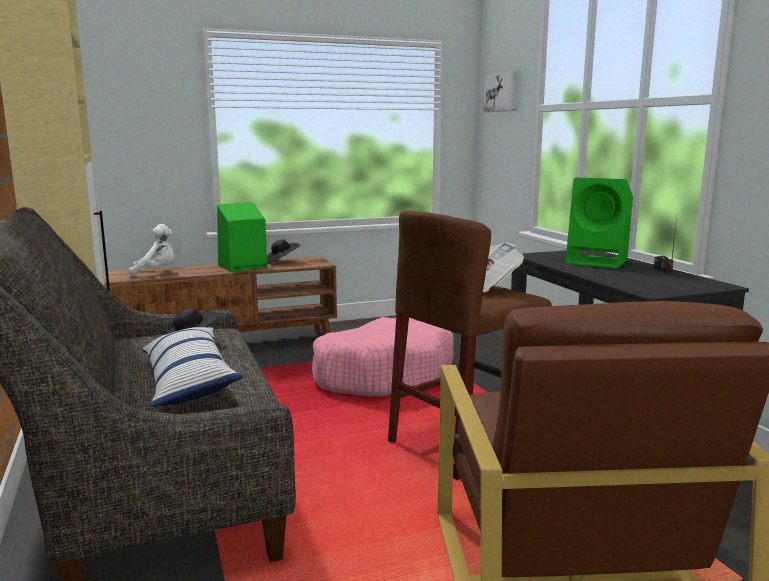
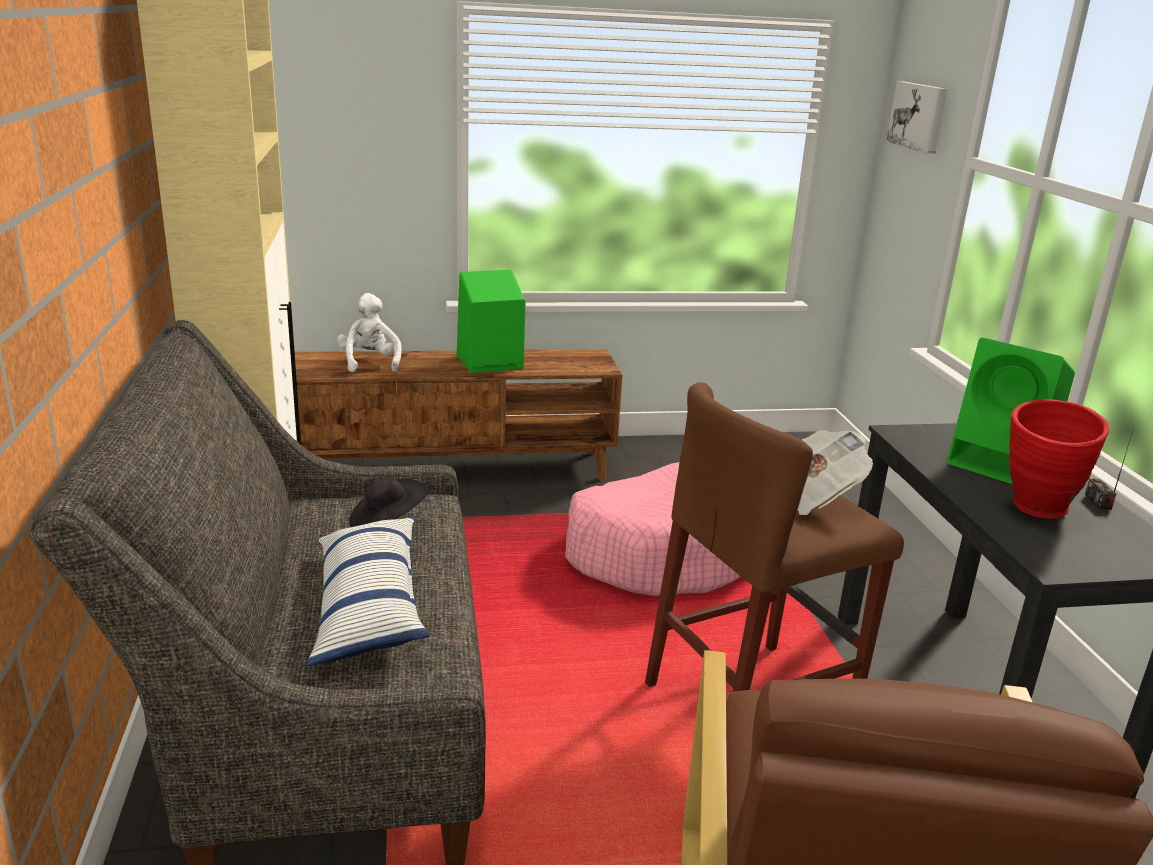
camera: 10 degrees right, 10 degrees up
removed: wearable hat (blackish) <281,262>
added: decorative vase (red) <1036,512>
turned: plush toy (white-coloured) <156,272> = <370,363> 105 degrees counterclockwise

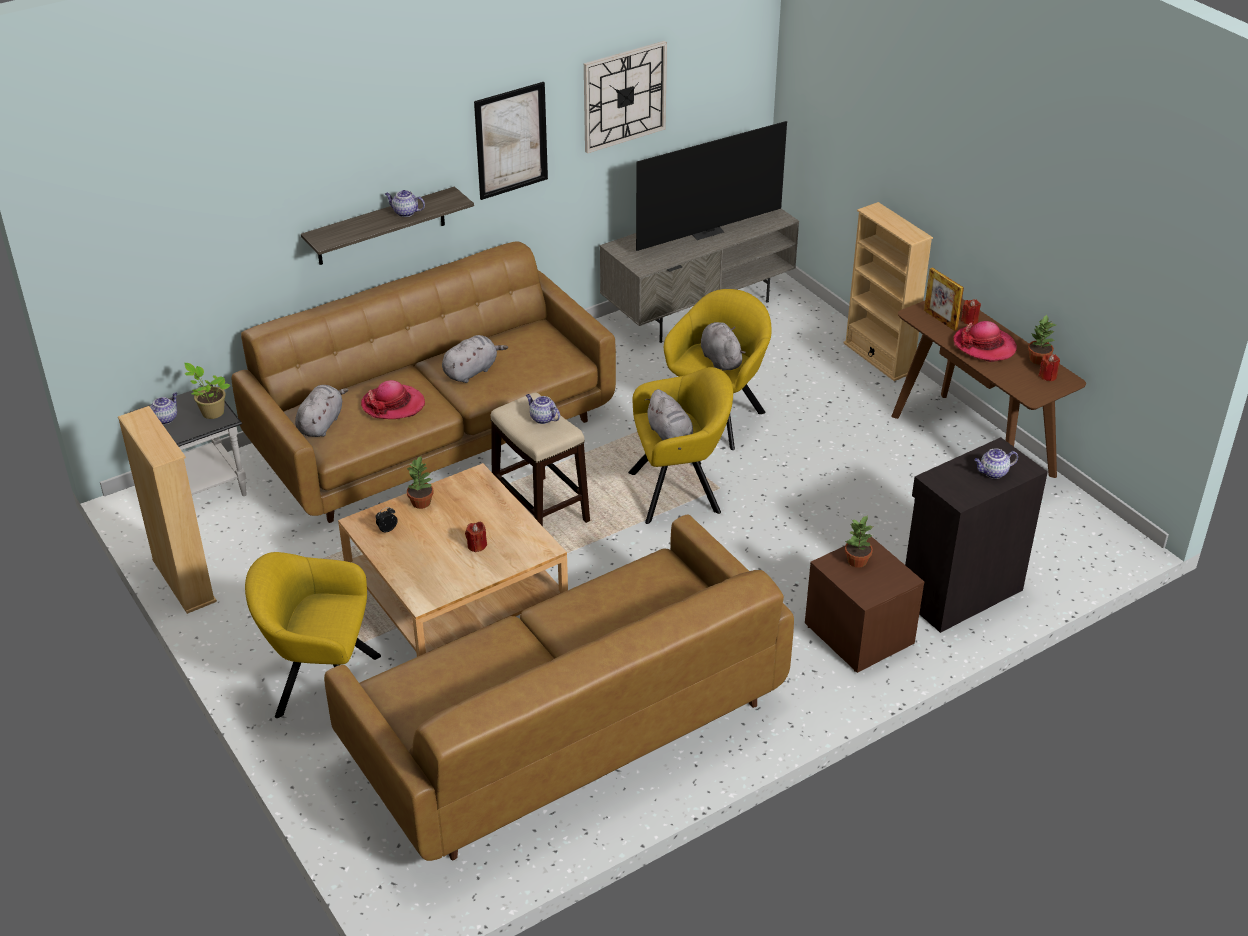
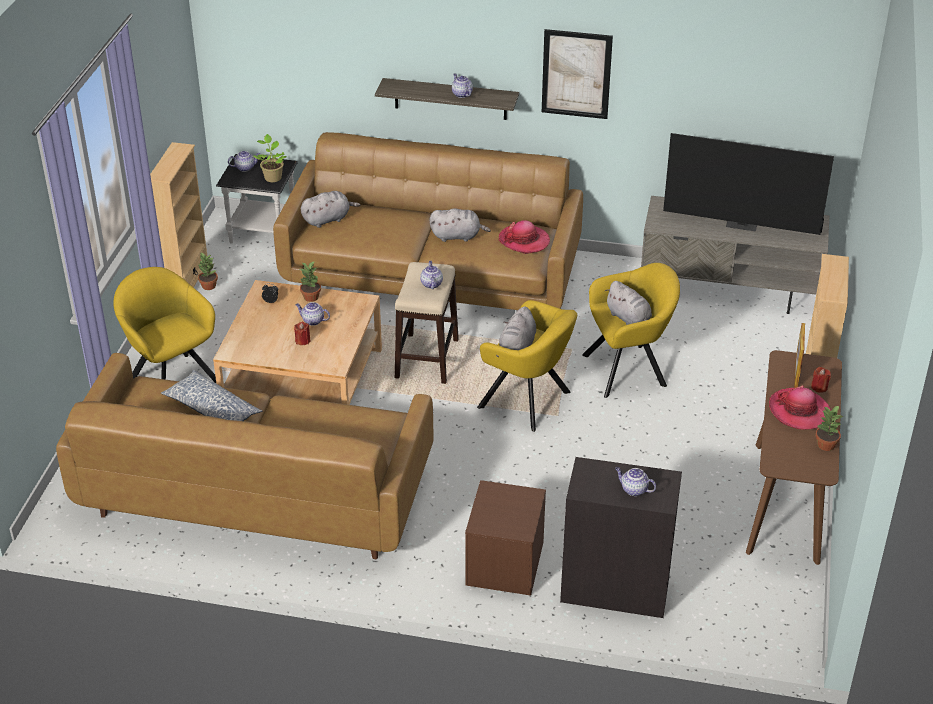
camera: 45 degrees right, 0 degrees up
removed: clock on the wall <624,96>; candle (red) <1047,376>
added: cushion <212,410>; teapot <312,321>
moved: wearable hat <393,405> to <524,241>; potted plant <856,561> to <208,286>
turned: plush toy (grey) <720,359> = <629,319> 120 degrees clockwise

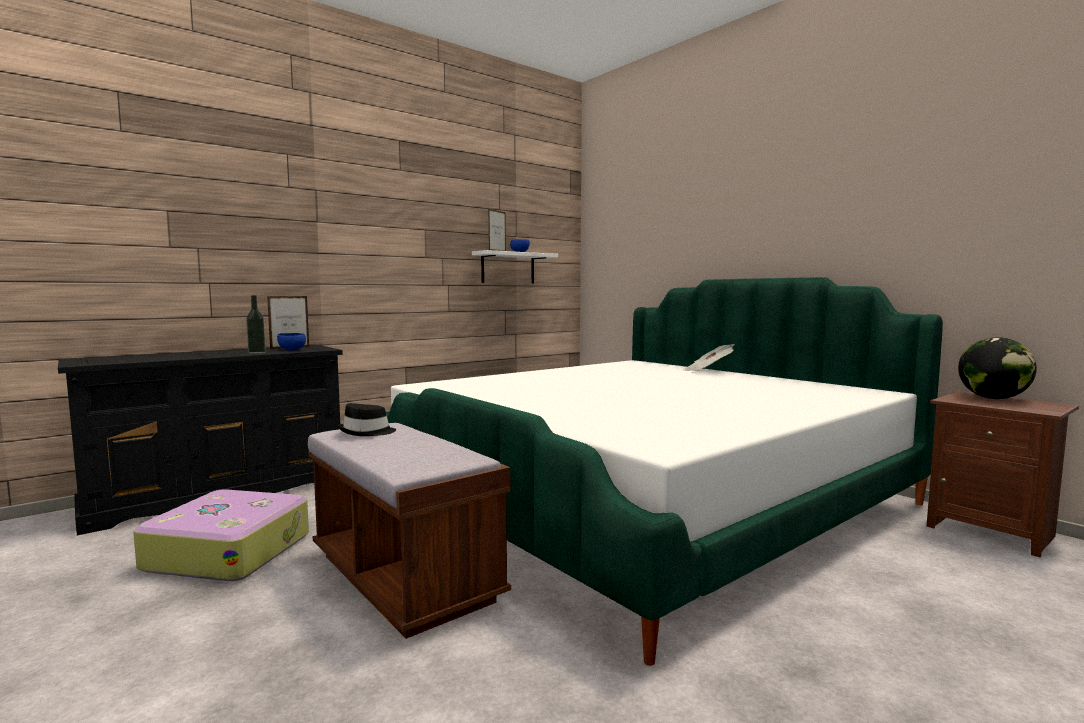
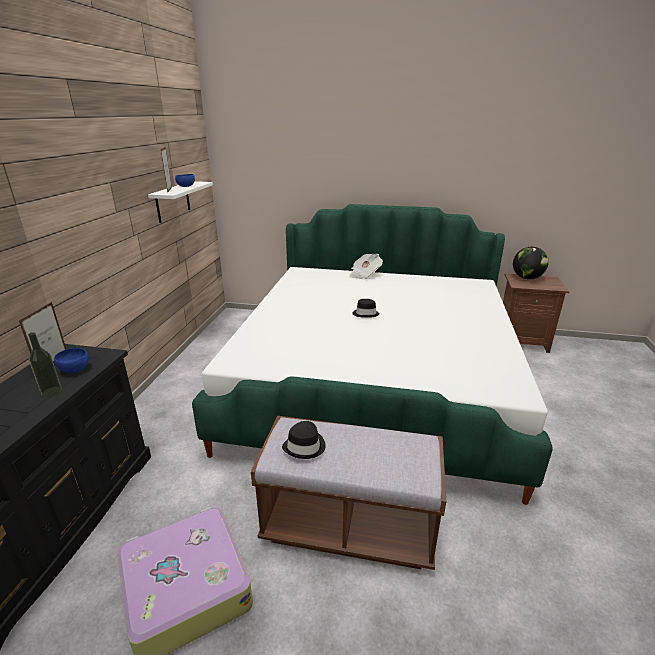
camera: 40 degrees left, 20 degrees up
added: wearable hat (blackish) <365,314>

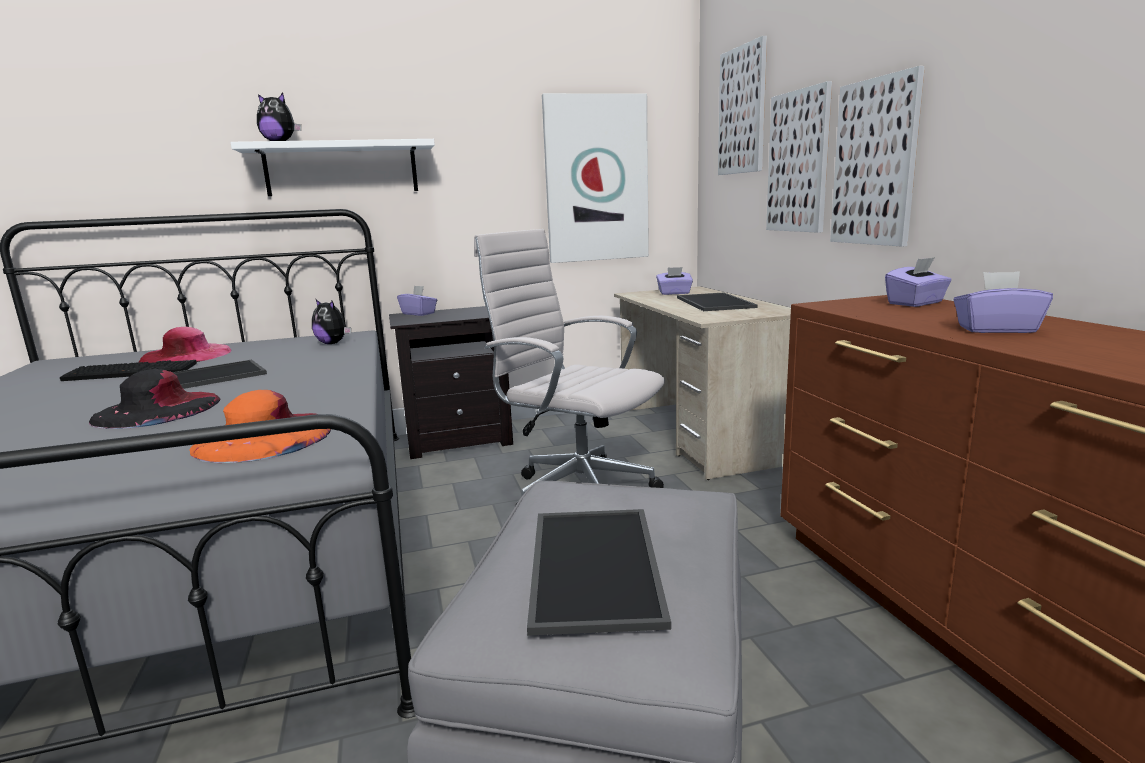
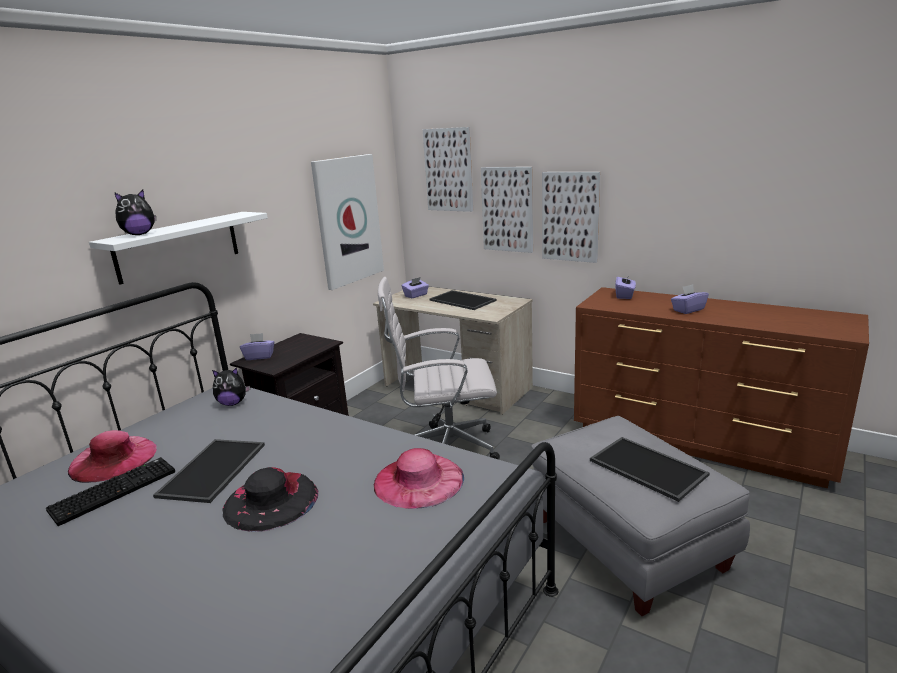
camera: 40 degrees left, 5 degrees up
recoloured: wearable hat (orange-coloured) <264,437> to wearable hat (pink) <418,480>

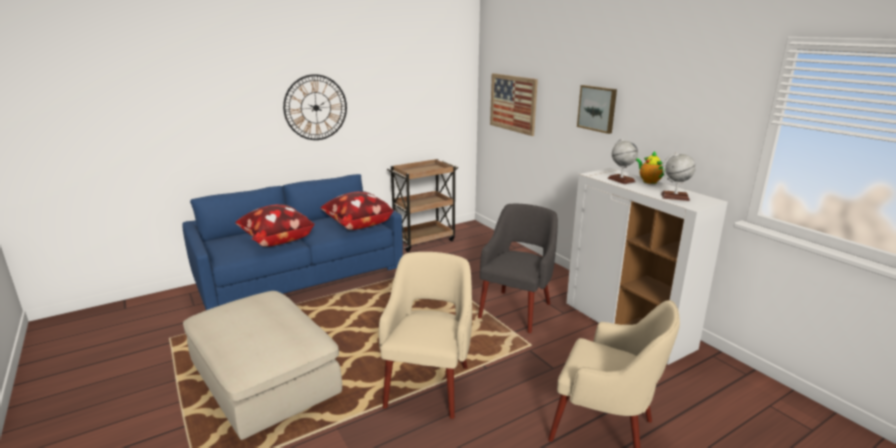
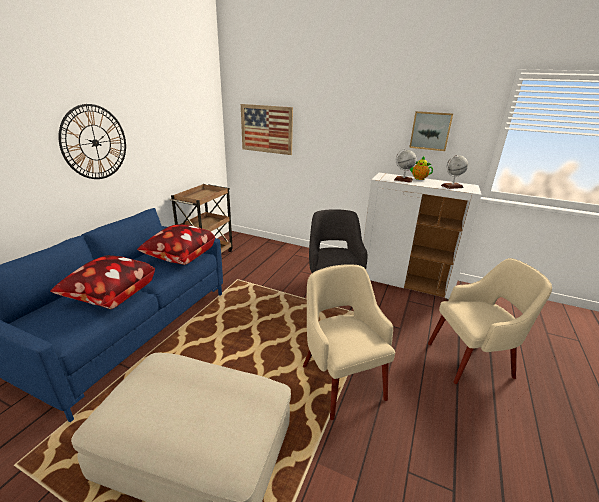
camera: 35 degrees left, 5 degrees up
moved: wall art <597,108> to <430,131>

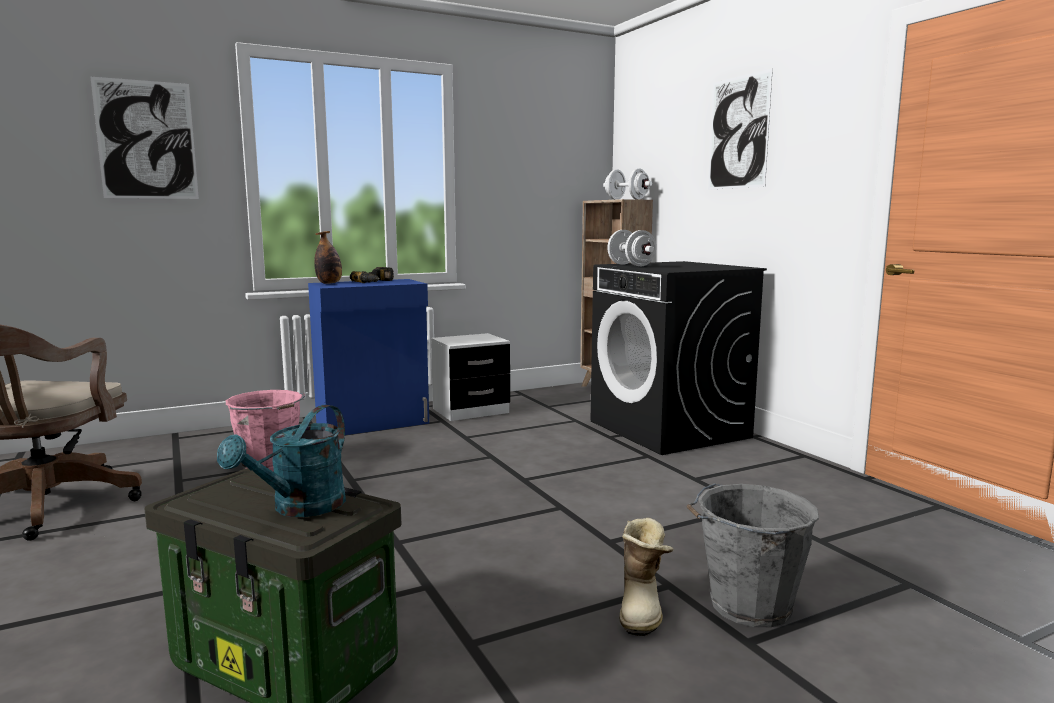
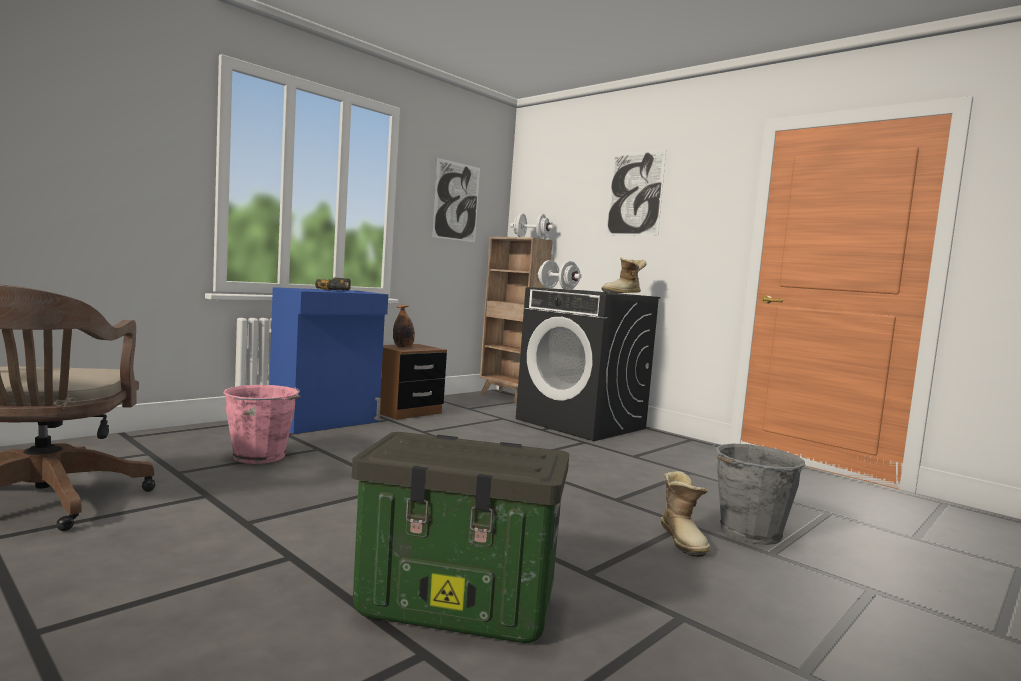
camera: 20 degrees left, 5 degrees down
removed: watering pot (blue-green) <300,508>
added: boot <623,294>
moved: wall art <146,140> to <456,201>; bottle <329,283> to <403,347>
recoloured: night table (white-coloured) <471,411> to night table (brown) <406,412>

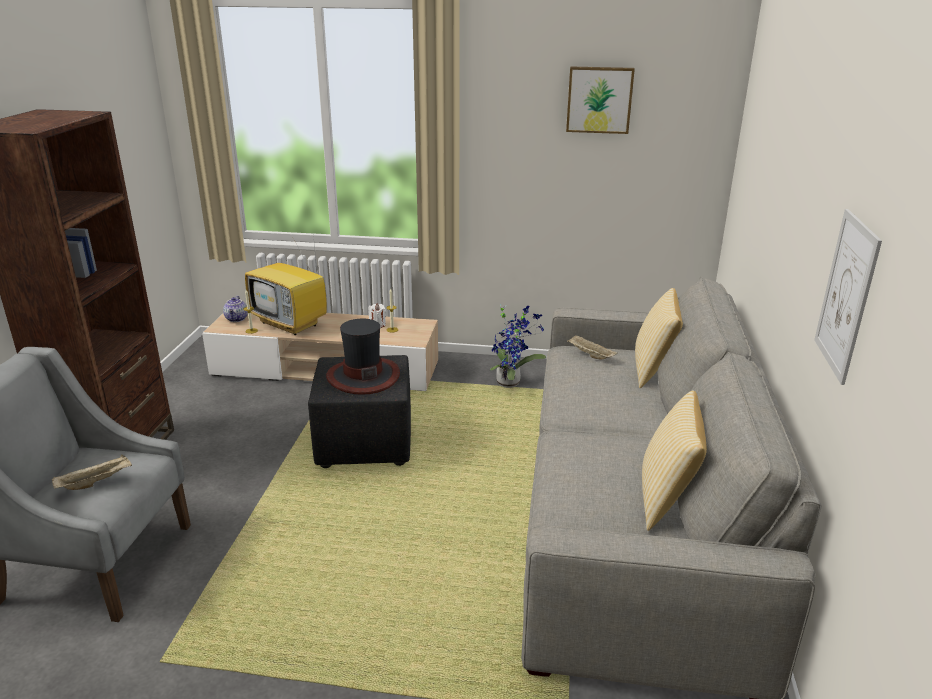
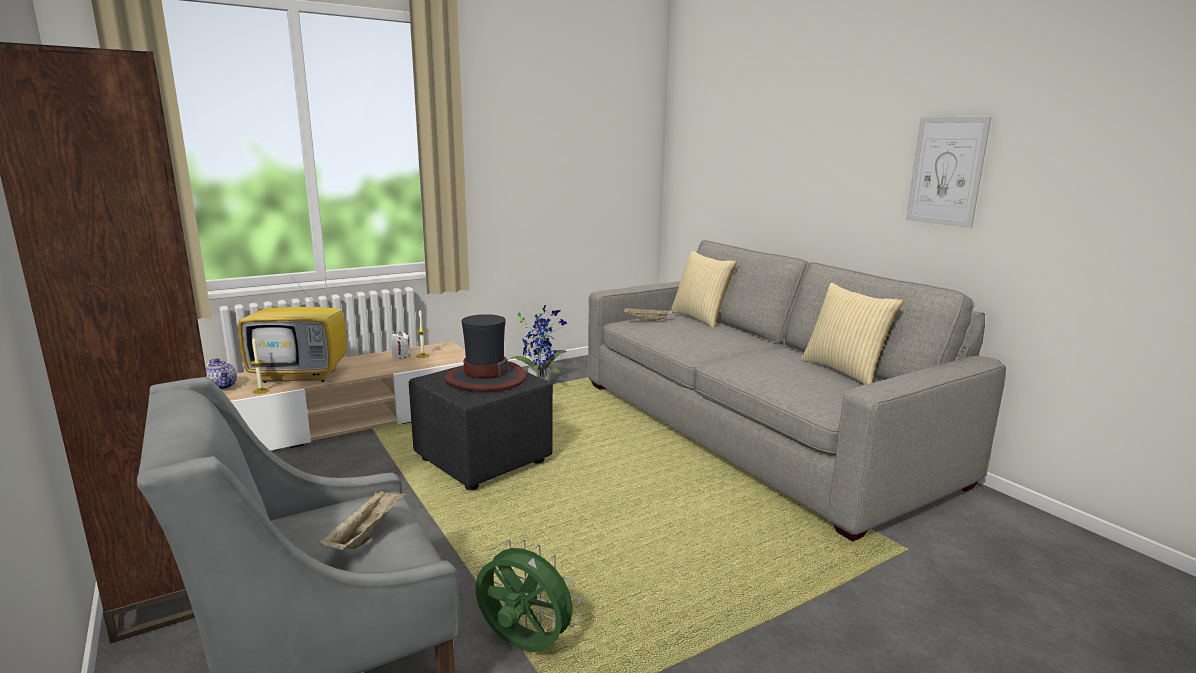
camera: 40 degrees left, 10 degrees down
removed: wall art <599,99>
added: electric fan (green-coloured) <523,647>

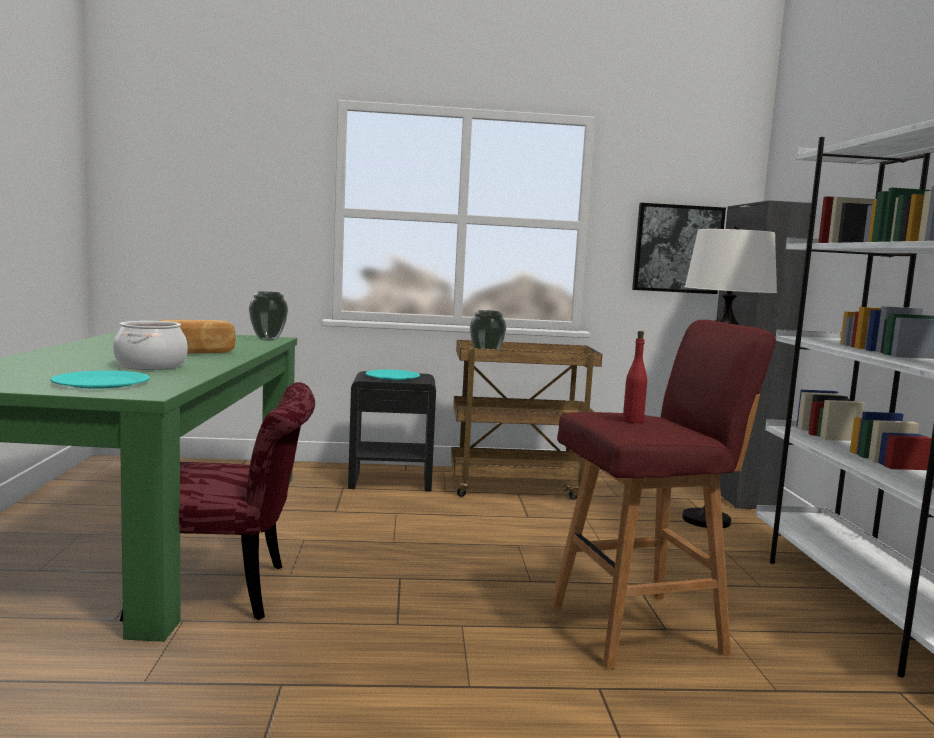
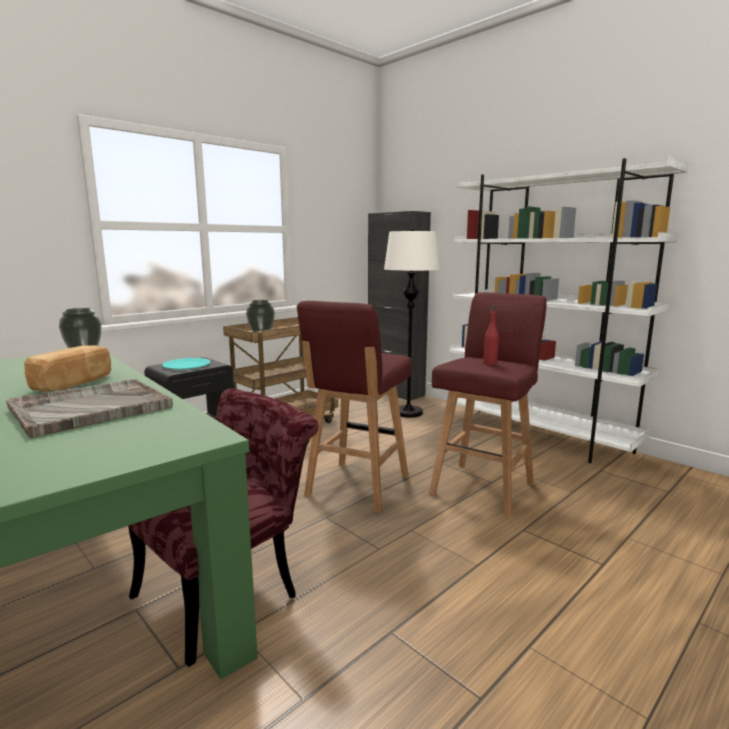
camera: 40 degrees left, 5 degrees up
removed: plate (blue-green) <101,382>; wall art <677,248>
added: stool seat (red) <356,487>
replaced: cooking pot <151,365> to carrying tray (grey) <89,408>

